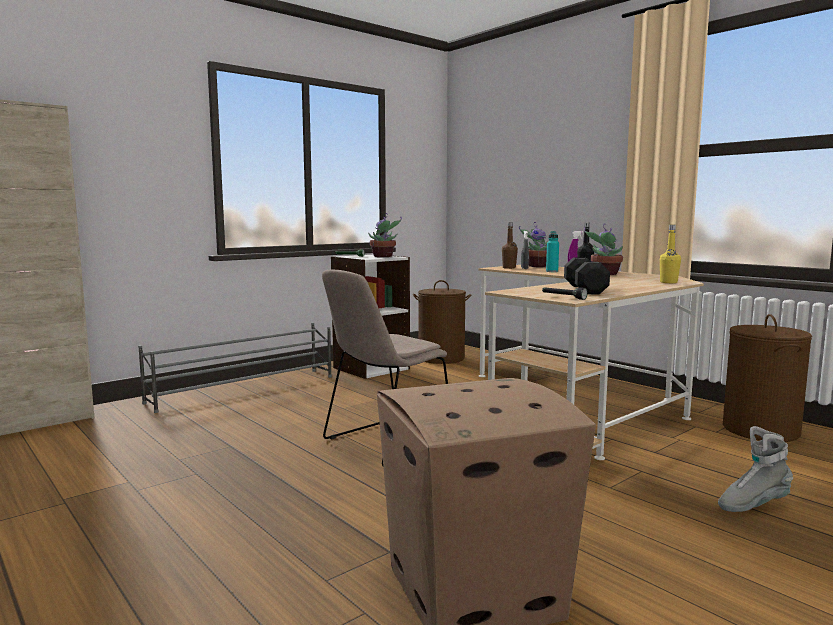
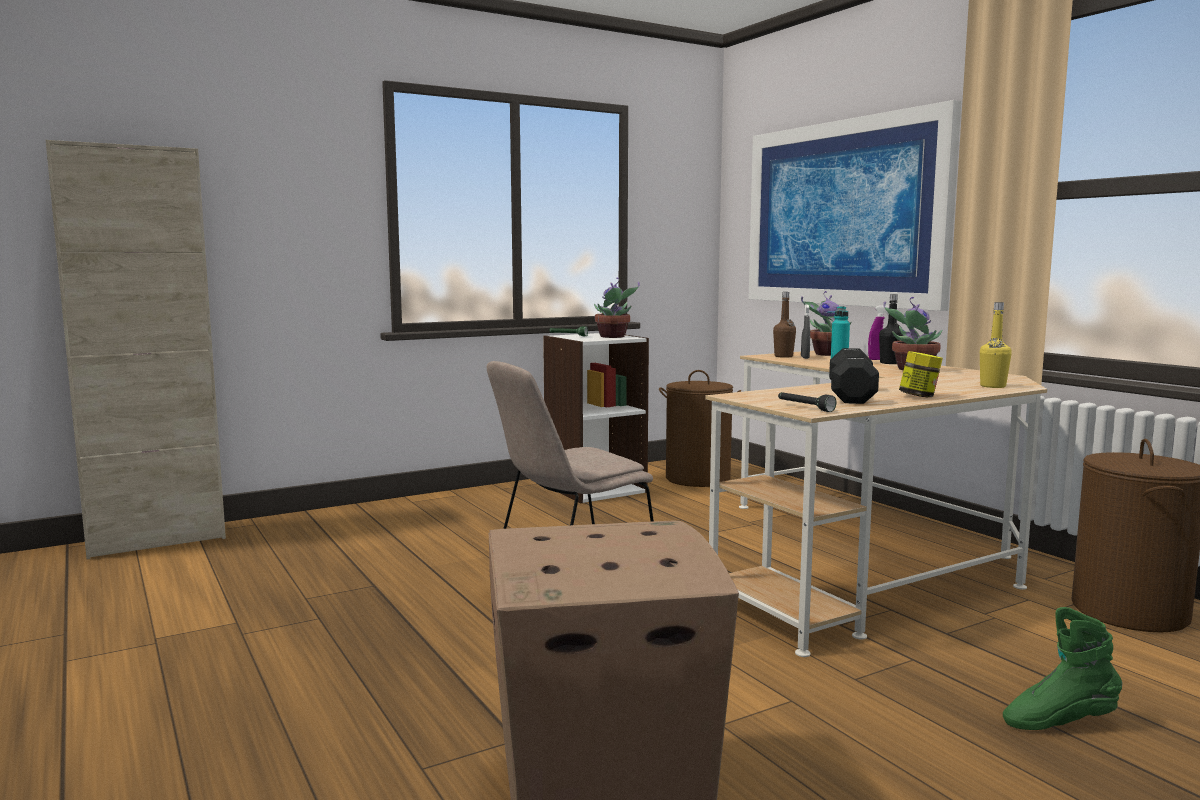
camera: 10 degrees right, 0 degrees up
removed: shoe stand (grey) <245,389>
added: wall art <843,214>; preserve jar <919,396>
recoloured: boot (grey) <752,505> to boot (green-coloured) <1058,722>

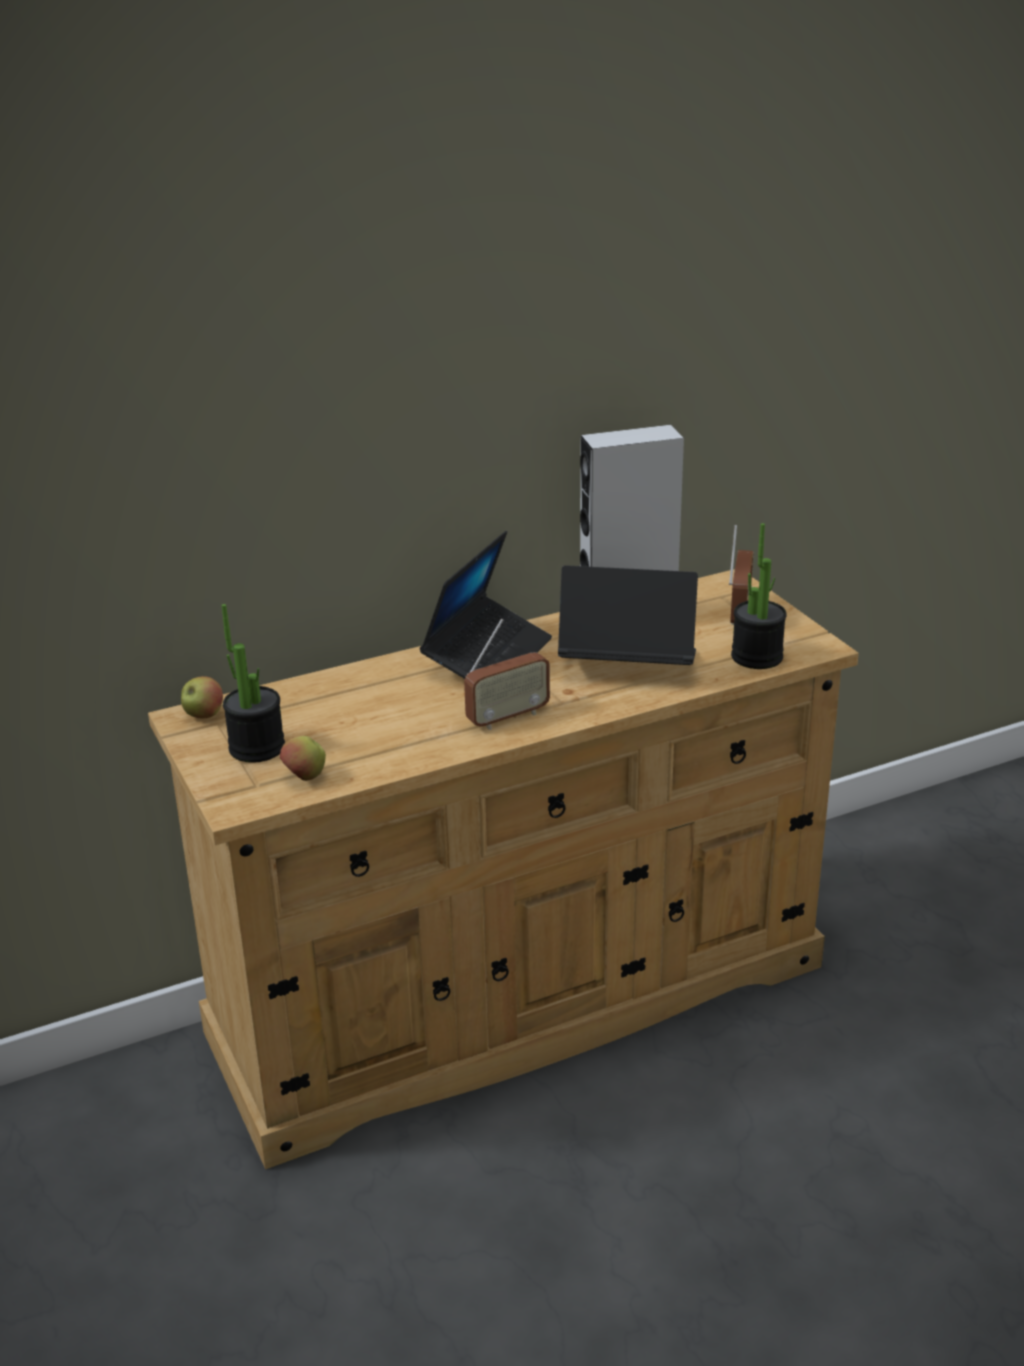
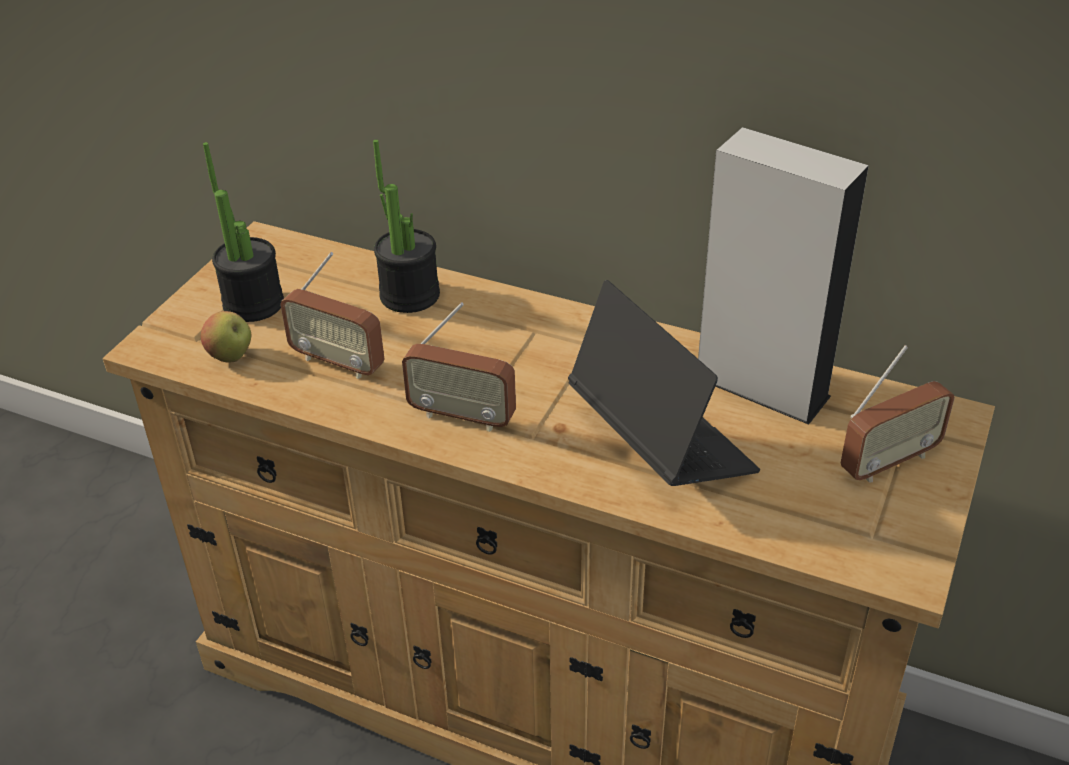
camera: 50 degrees right, 10 degrees up
removed: whole apple <204,715>; laptop <487,657>
added: radio receiver <338,362>
moved: potted plant <757,657> to <409,295>

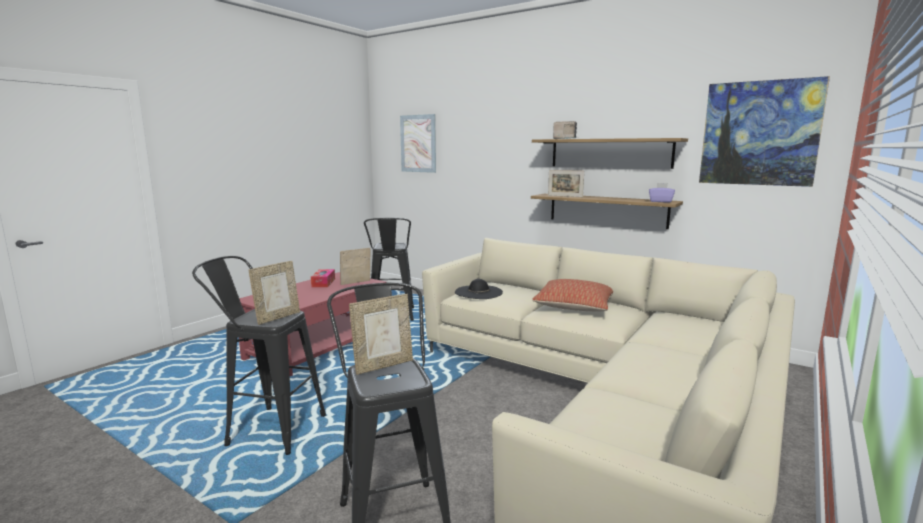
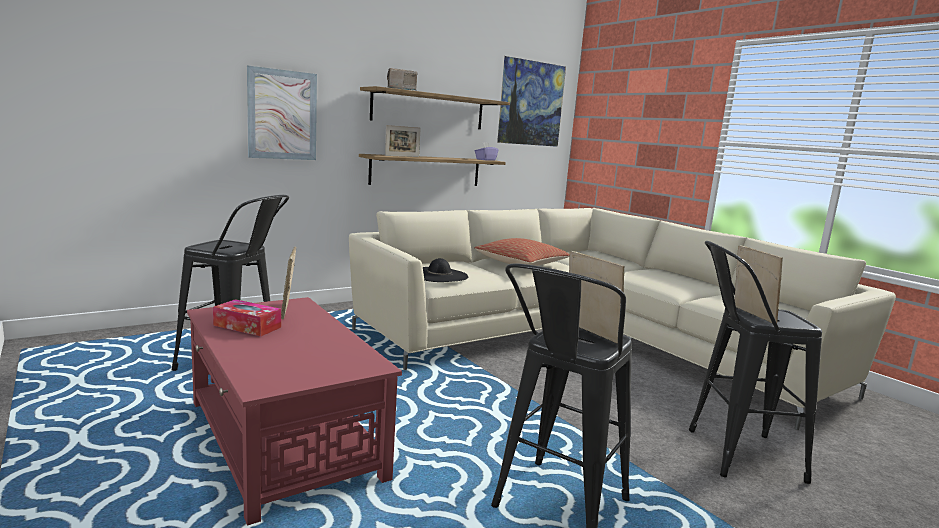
camera: 70 degrees left, 0 degrees up
moved: wall art <418,143> to <282,115>

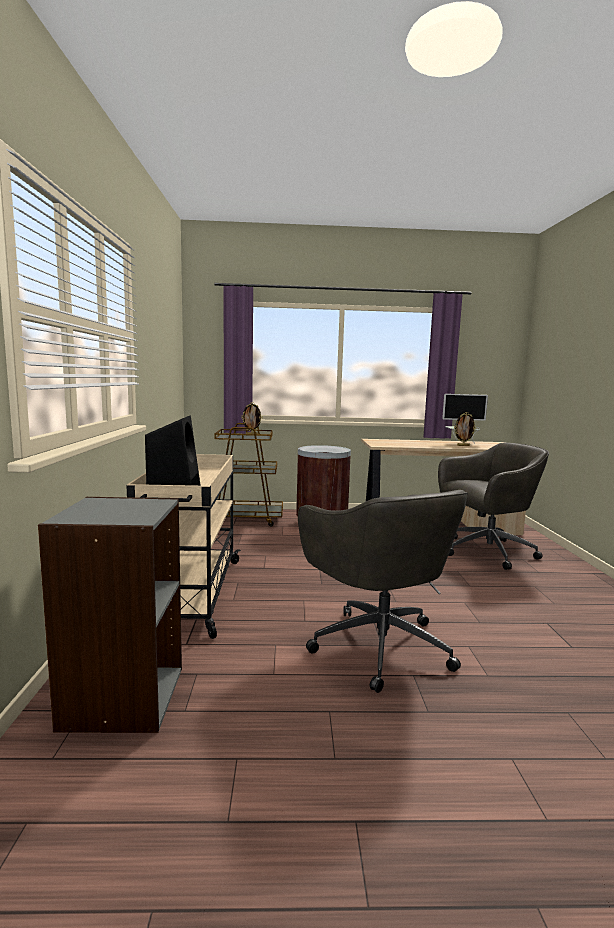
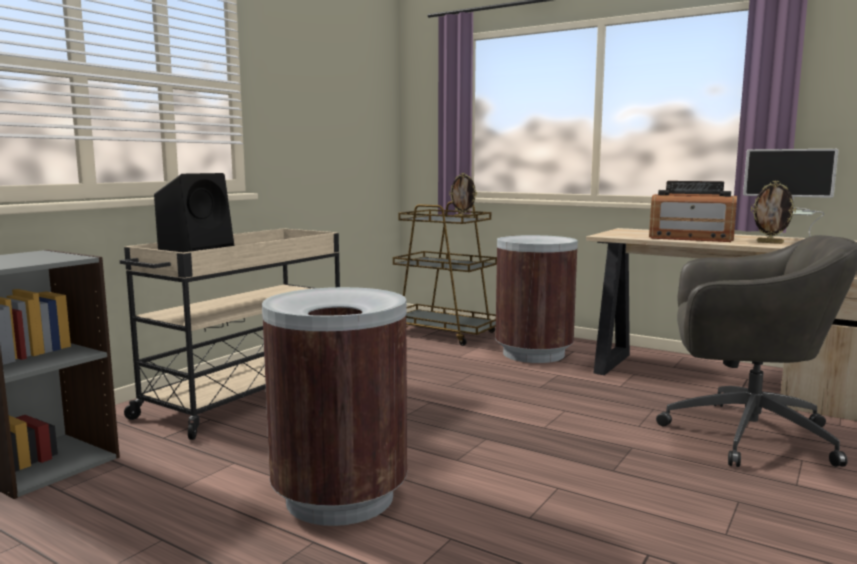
camera: 35 degrees right, 0 degrees up
added: radio receiver <691,238>
replaced: office chair (grey) <378,644> to rubbish bin (brown) <339,497>

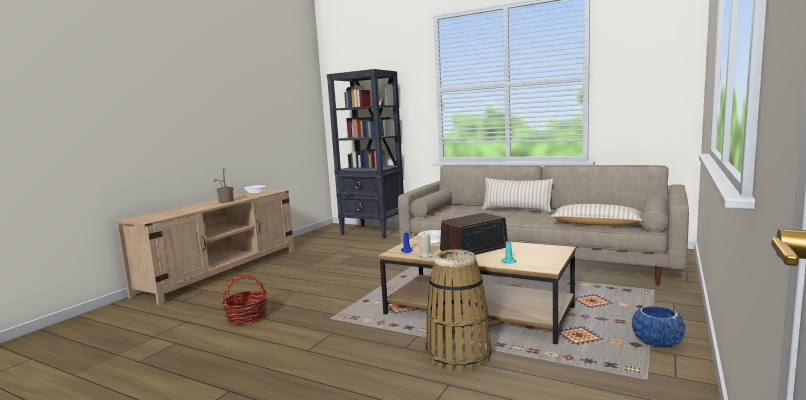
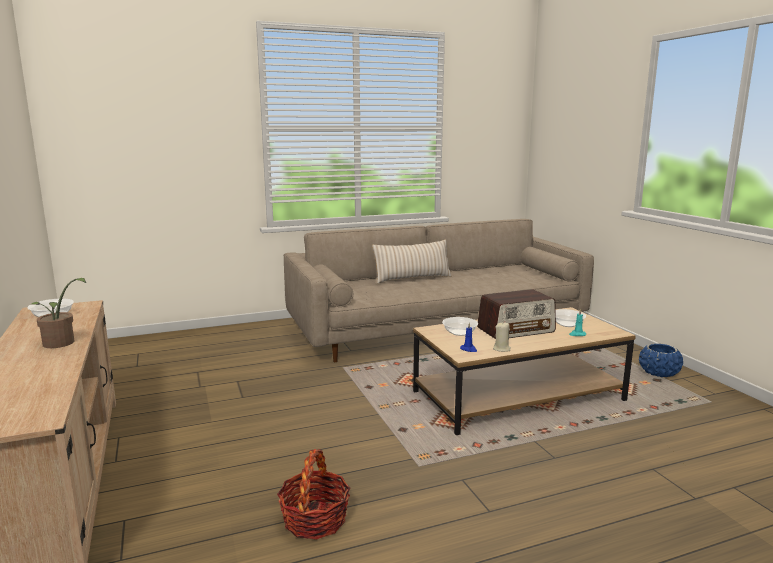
camera: 50 degrees left, 5 degrees up
removed: bookshelf (blackish) <373,232>; storage basket <458,355>; cushion (beige-coloured) <596,224>
added: serving bowl <567,324>
turned: radio receiver <473,249> = <516,330> 120 degrees counterclockwise

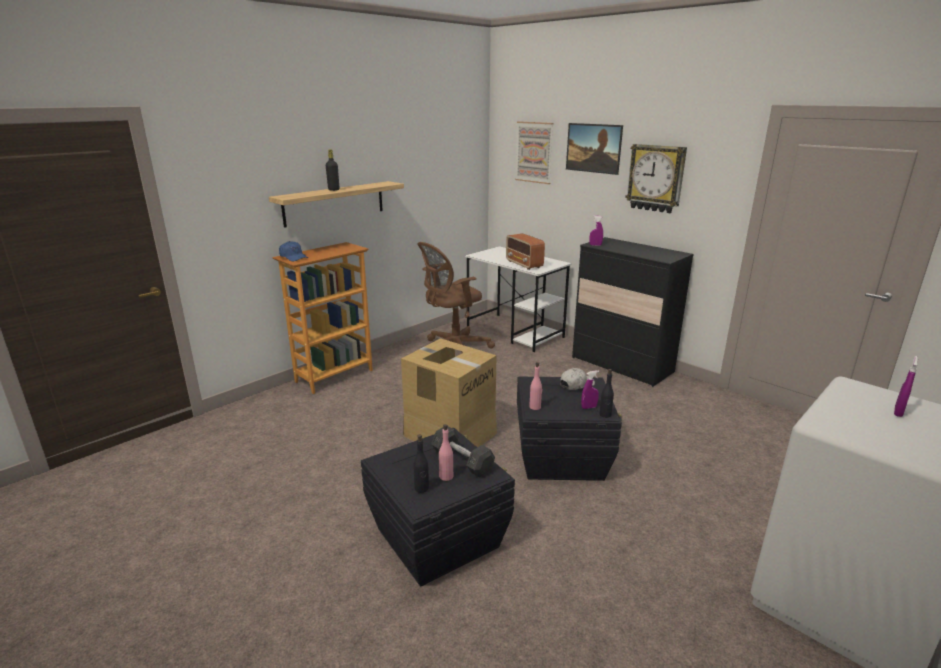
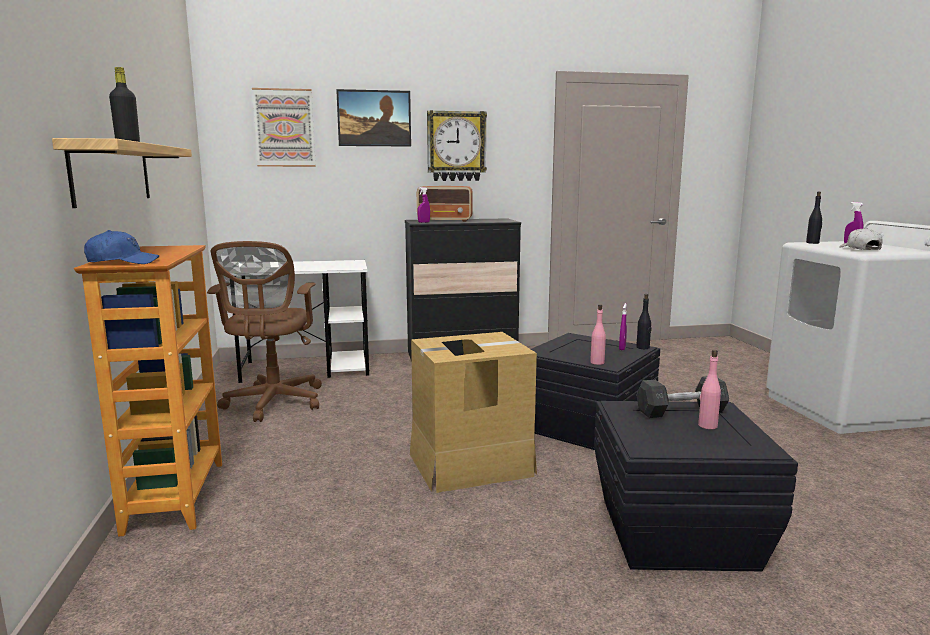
camera: 55 degrees left, 10 degrees down
moved: bottle (blackish) <421,488> to <812,243>; radio receiver <524,264> to <445,220>; baseball cap (white-coloured) <576,384> to <860,249>

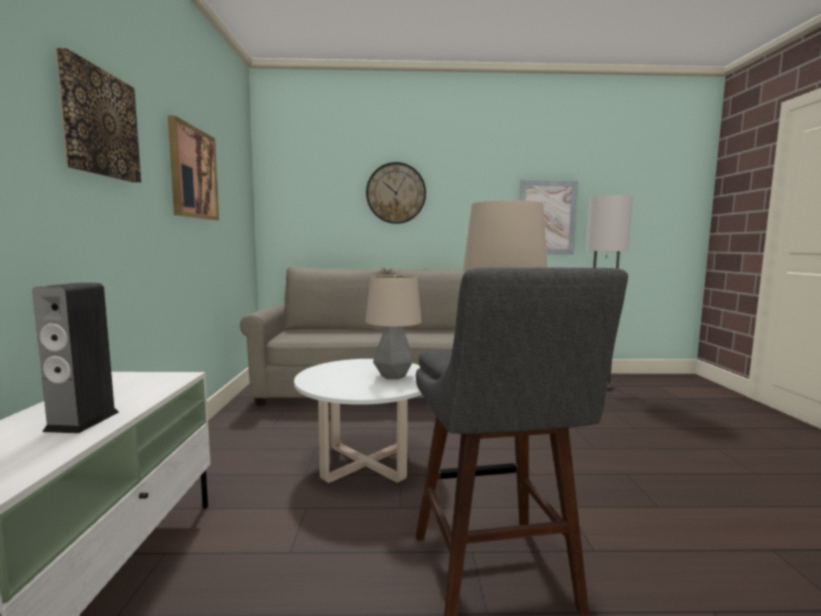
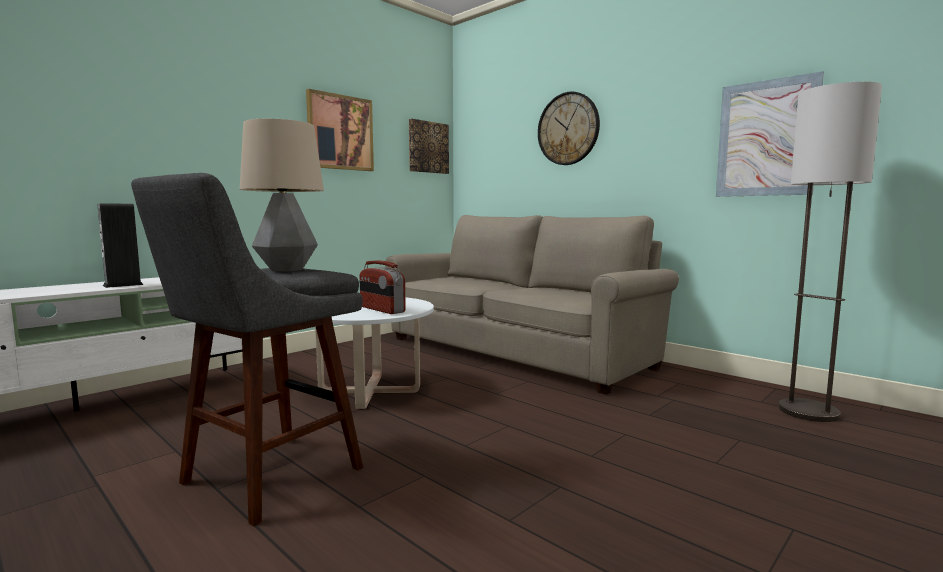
camera: 45 degrees right, 0 degrees up
moved: wall art <99,123> to <428,147>
replaced: table lamp <393,376> to radio receiver <381,310>

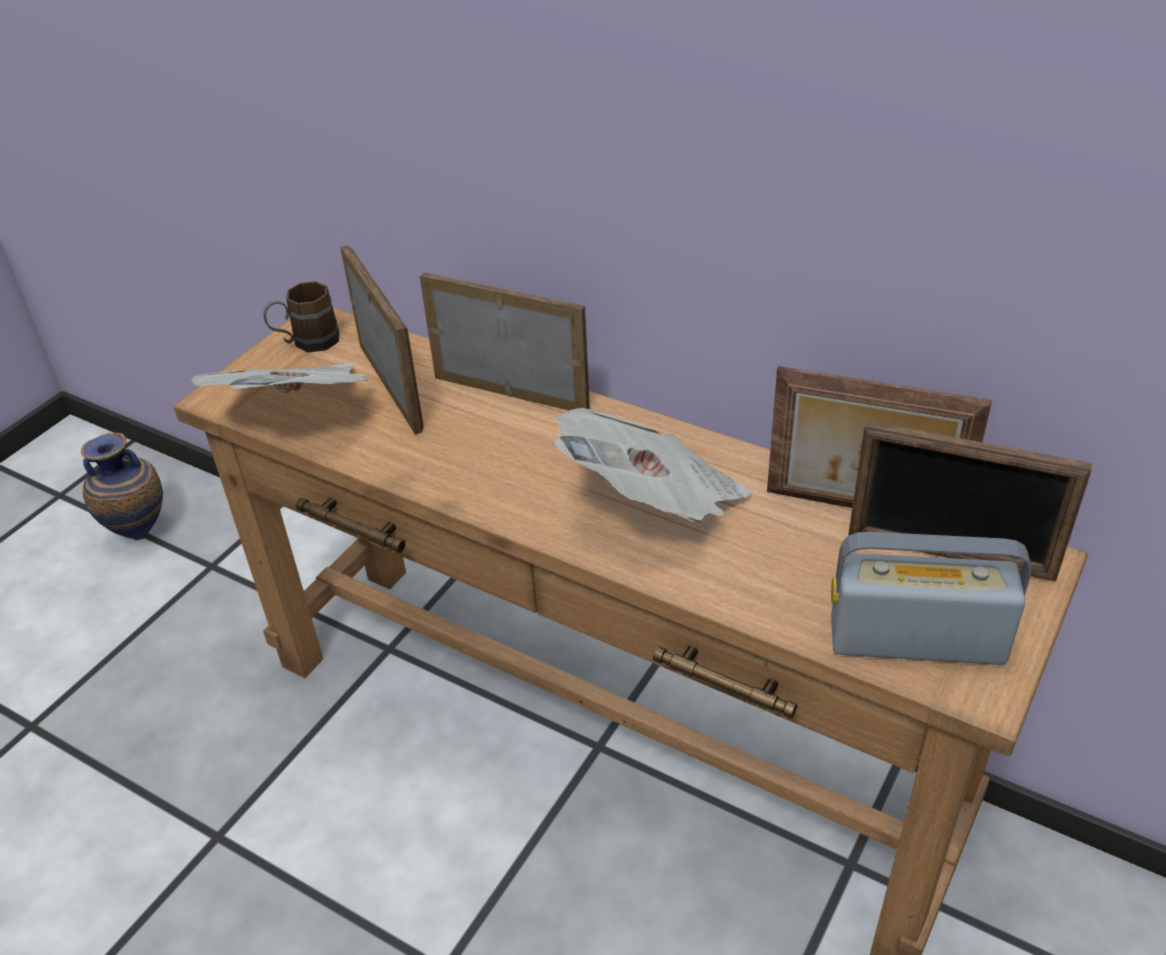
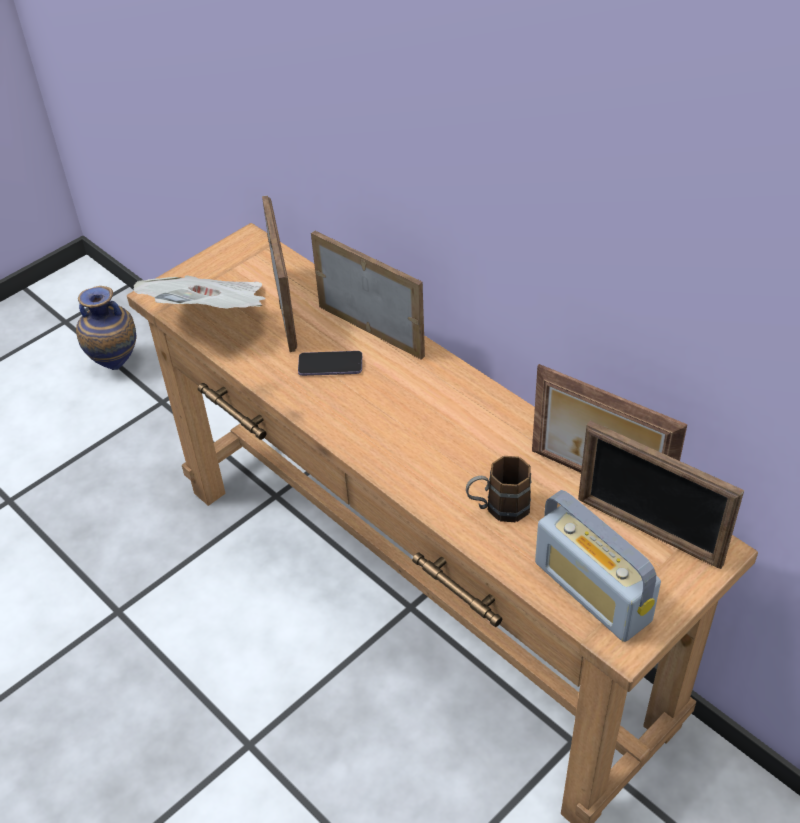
camera: 15 degrees right, 5 degrees up
removed: printed paper <654,502>
added: telephone <330,365>
moved: tea mug (brown) <306,343> to <498,508>
turned: radio receiver <916,640> = <592,591> 150 degrees counterclockwise

